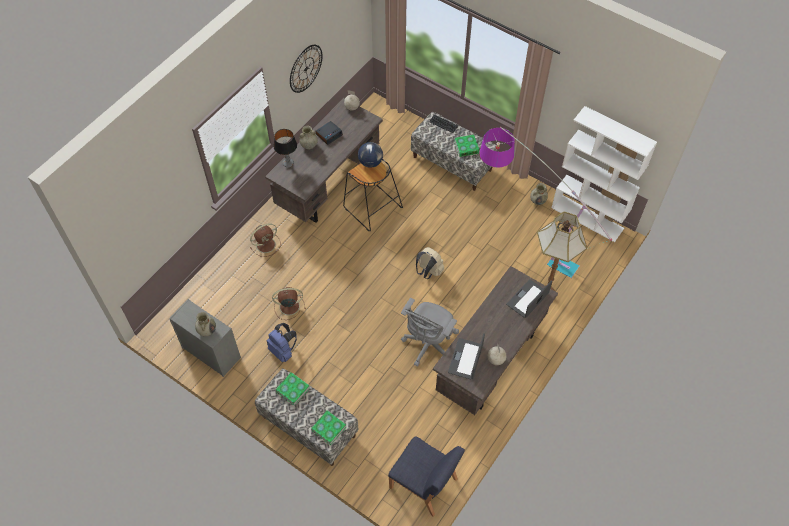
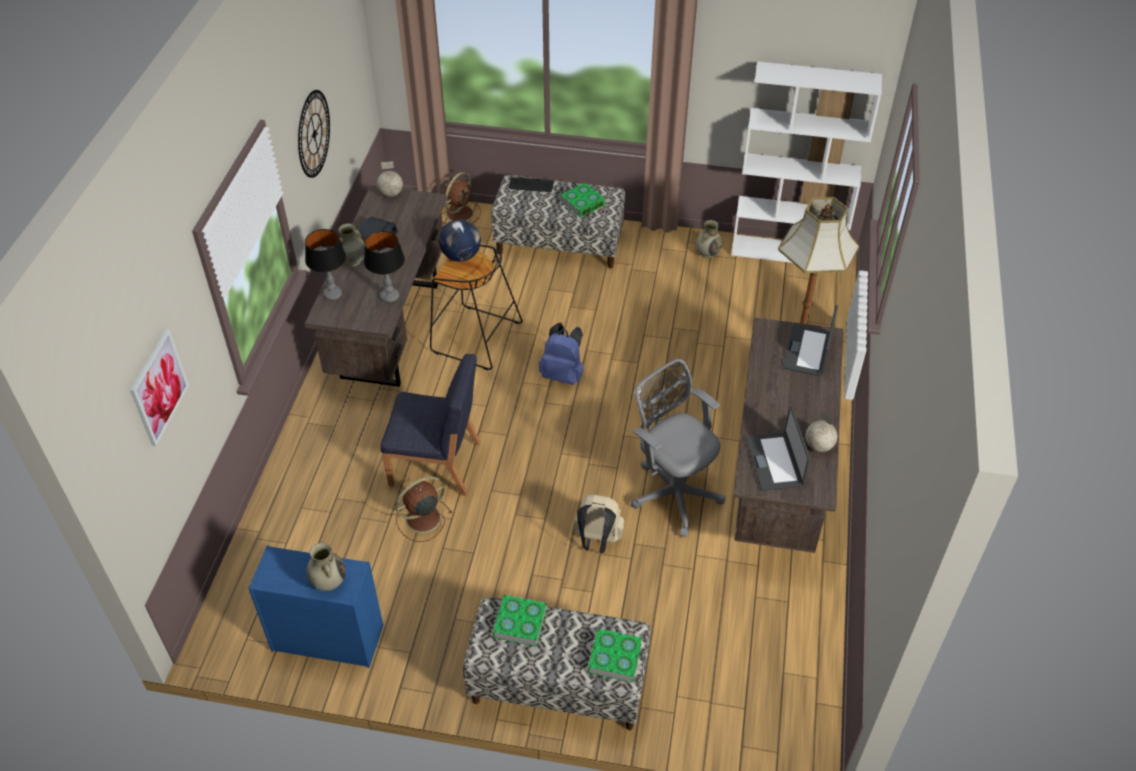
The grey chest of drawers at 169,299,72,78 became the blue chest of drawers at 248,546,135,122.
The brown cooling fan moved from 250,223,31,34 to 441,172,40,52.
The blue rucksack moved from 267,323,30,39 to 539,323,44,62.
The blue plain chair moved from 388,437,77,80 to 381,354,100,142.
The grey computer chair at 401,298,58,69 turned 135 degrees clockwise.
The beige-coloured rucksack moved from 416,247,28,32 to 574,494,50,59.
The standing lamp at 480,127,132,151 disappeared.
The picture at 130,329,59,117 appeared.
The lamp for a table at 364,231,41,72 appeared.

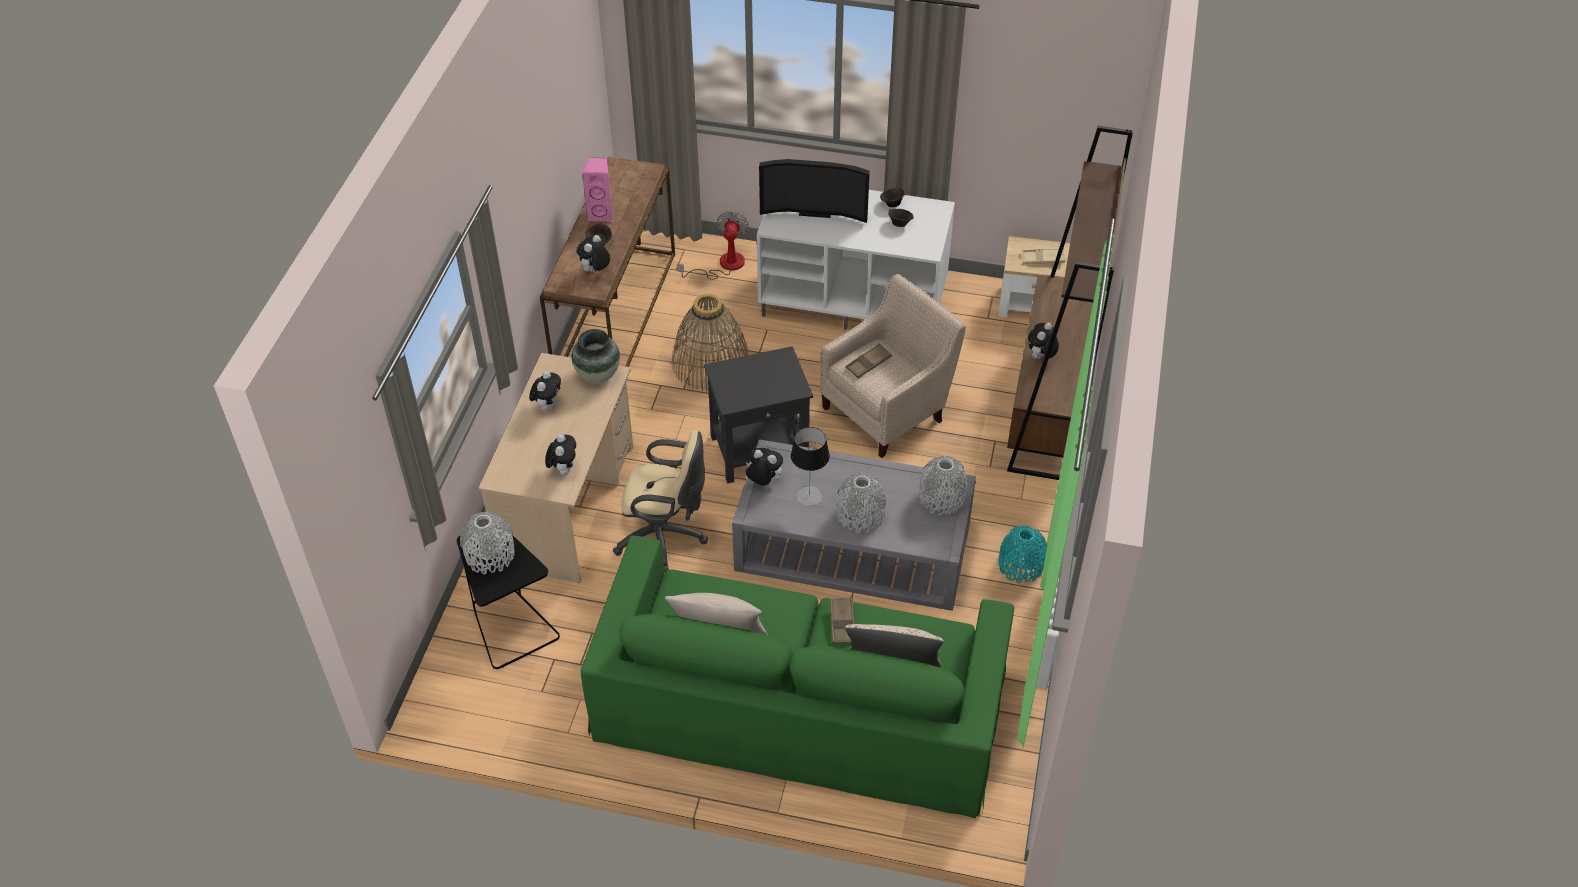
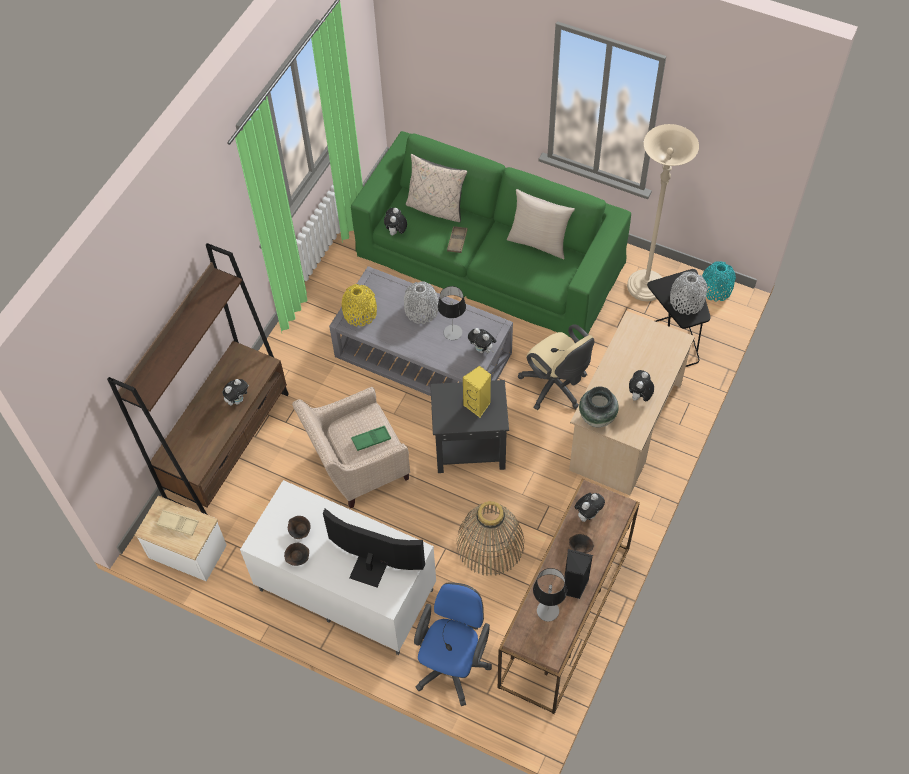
The soft toy moved from 545,434,31,41 to 384,208,23,29.
The pink loudspeaker at 582,157,31,65 became the black-coloured loudspeaker at 564,549,29,50.
The beige-coloured computer chair at 613,430,95,143 turned 150 degrees counterclockwise.
The cooling fan at 677,211,72,69 was replaced by the blue computer chair at 414,582,78,124.
The brown serving tray at 846,344,46,34 became the greenish serving tray at 351,426,40,25.
The grey decorative vase at 919,456,49,59 became the yellow decorative vase at 342,284,35,42.
The turquoise decorative vase moved from 999,526,48,57 to 702,261,34,41.
The yellow loudspeaker at 463,366,28,52 appeared.
The lamp for a table at 533,568,34,53 appeared.
The beige-coloured standing lamp at 627,124,72,177 appeared.

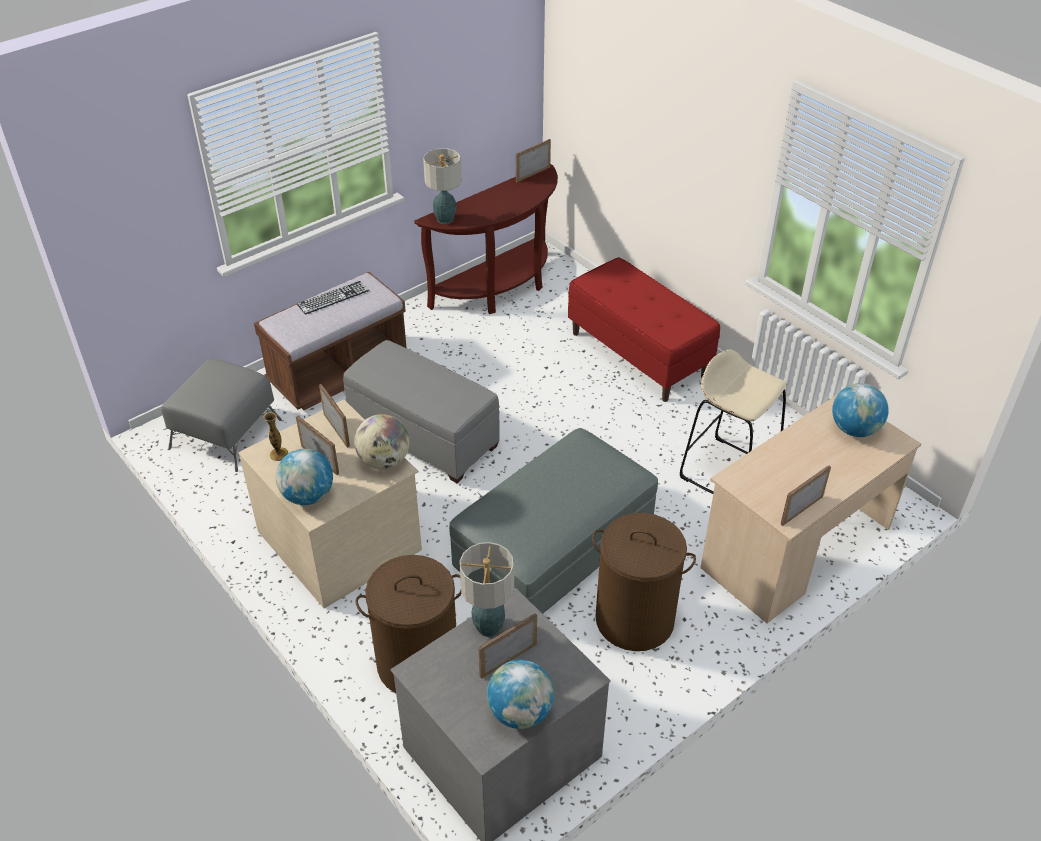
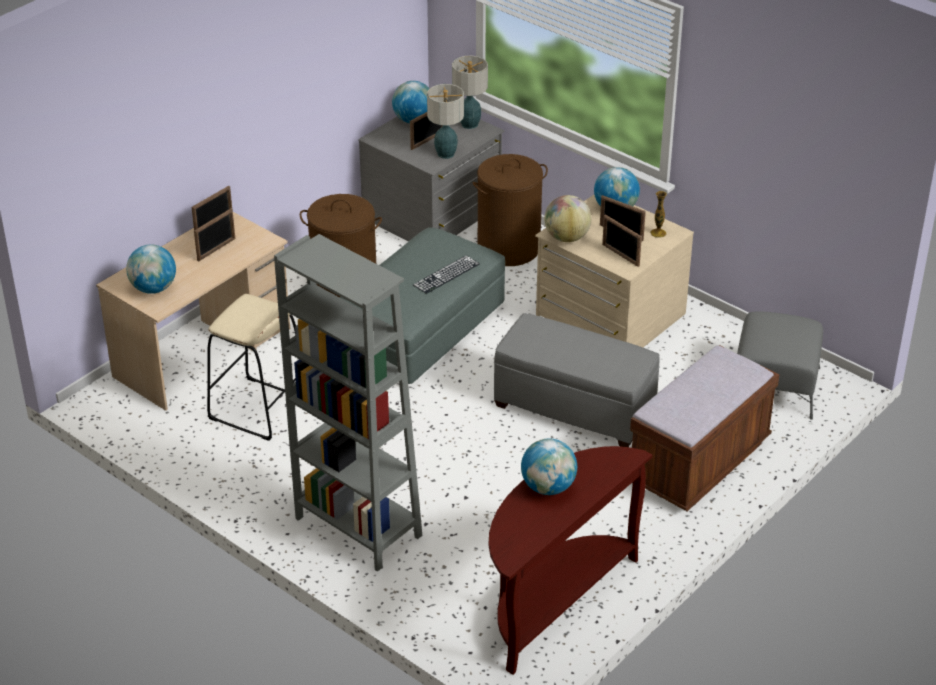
The keyboard moved from 297,281,72,34 to 413,255,67,39.
The lamp for a table moved from 423,148,39,76 to 452,55,36,74.
The photo frame moved from 516,139,35,43 to 194,208,41,53.
The red-coloured long seat at 568,257,152,145 was replaced by the grey bookshelf at 274,234,148,338.
The globe at 521,438,56,57 appeared.

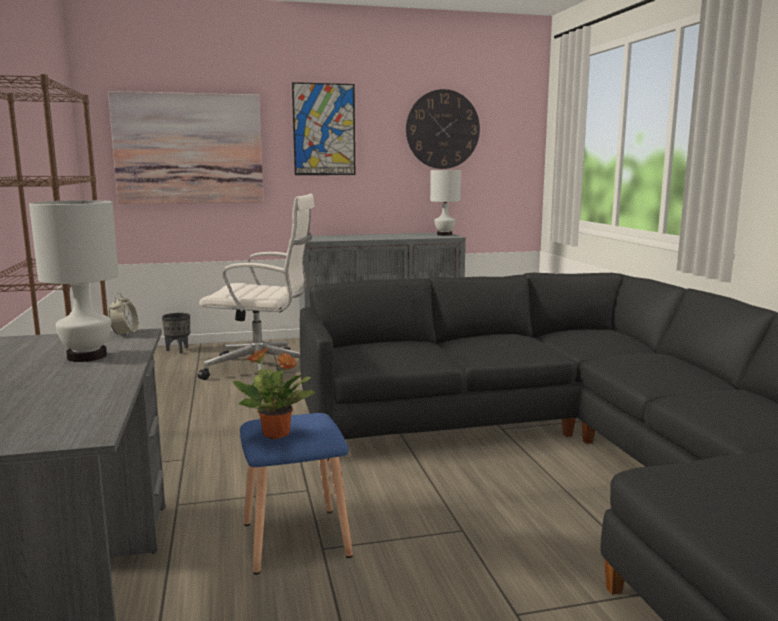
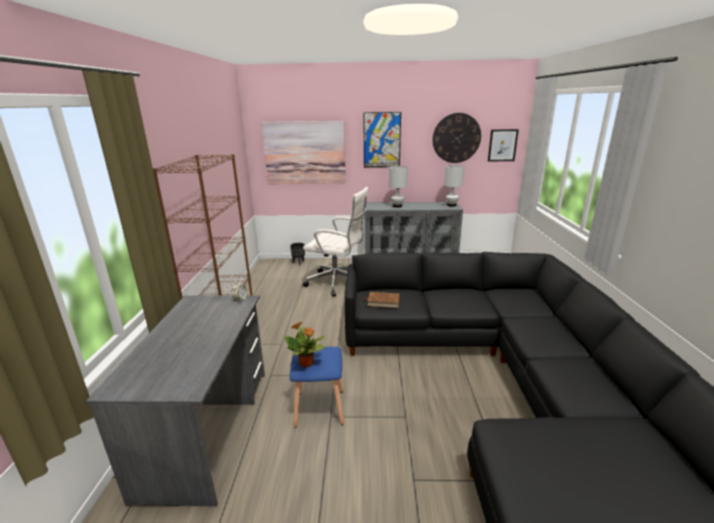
The white-coloured lamp for a table moved from 29,200,90,162 to 389,166,19,42.
The brown bound book at 364,292,36,16 appeared.
The picture at 488,129,31,32 appeared.

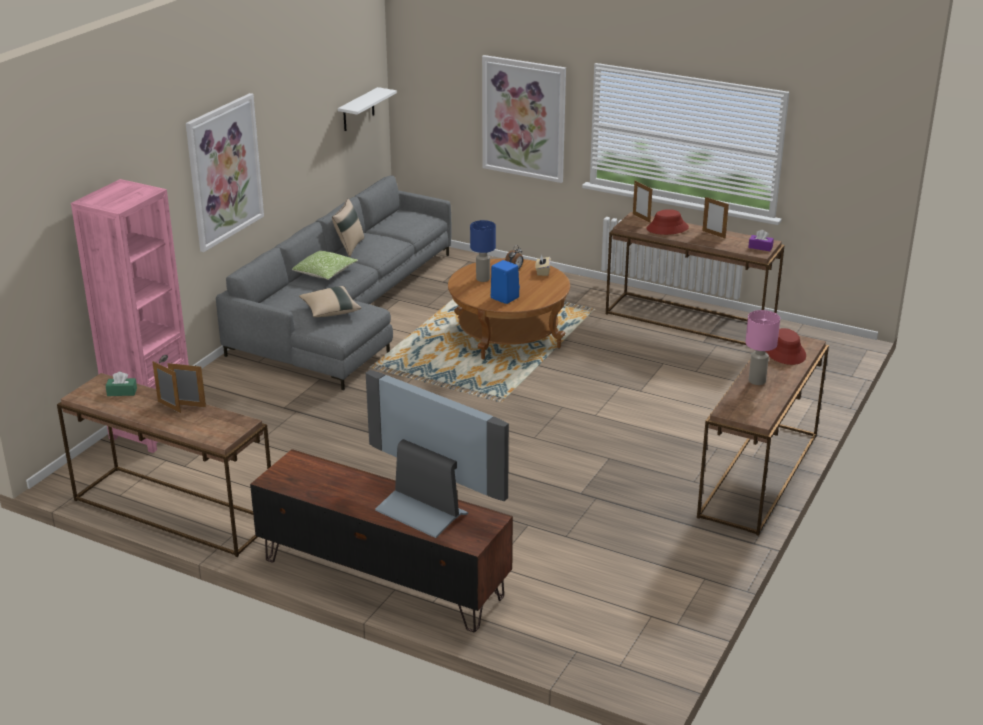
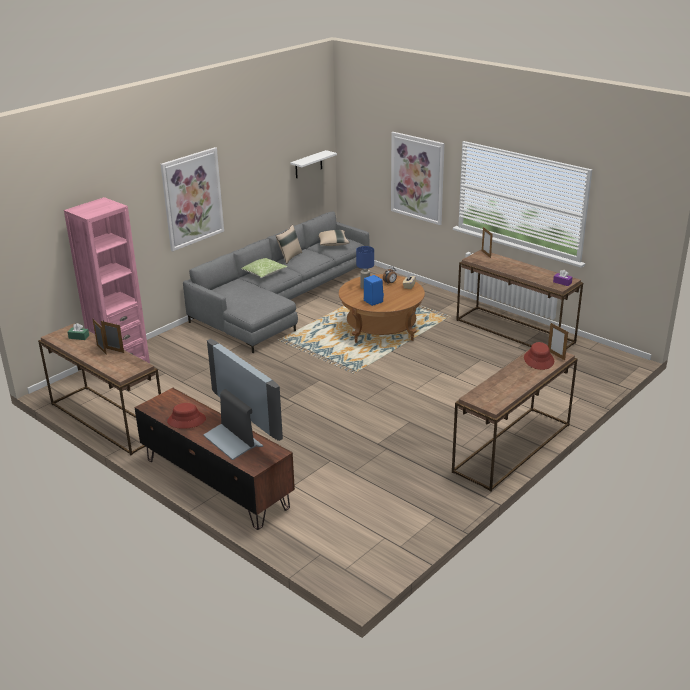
The beige-coloured cushion moved from 299,286,62,31 to 318,230,32,16.
The red-coloured hat moved from 647,209,42,26 to 167,403,39,26.
The photo frame moved from 702,197,27,42 to 548,323,20,37.
The pink lamp for a table at 745,310,35,75 disappeared.

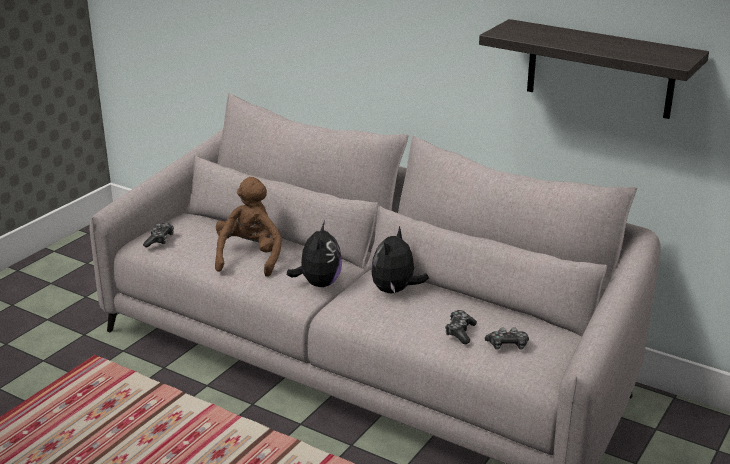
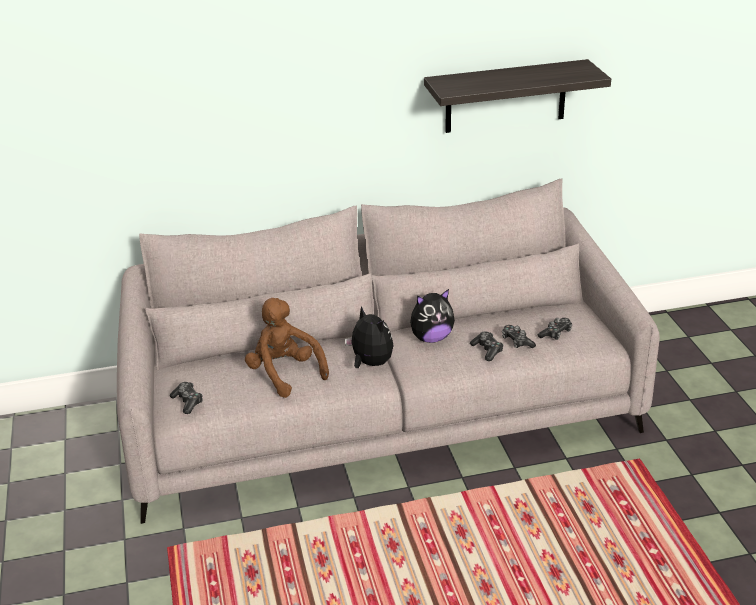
The soft toy at 371,226,58,68 turned 90 degrees counterclockwise.
The joypad at 470,331,34,30 appeared.

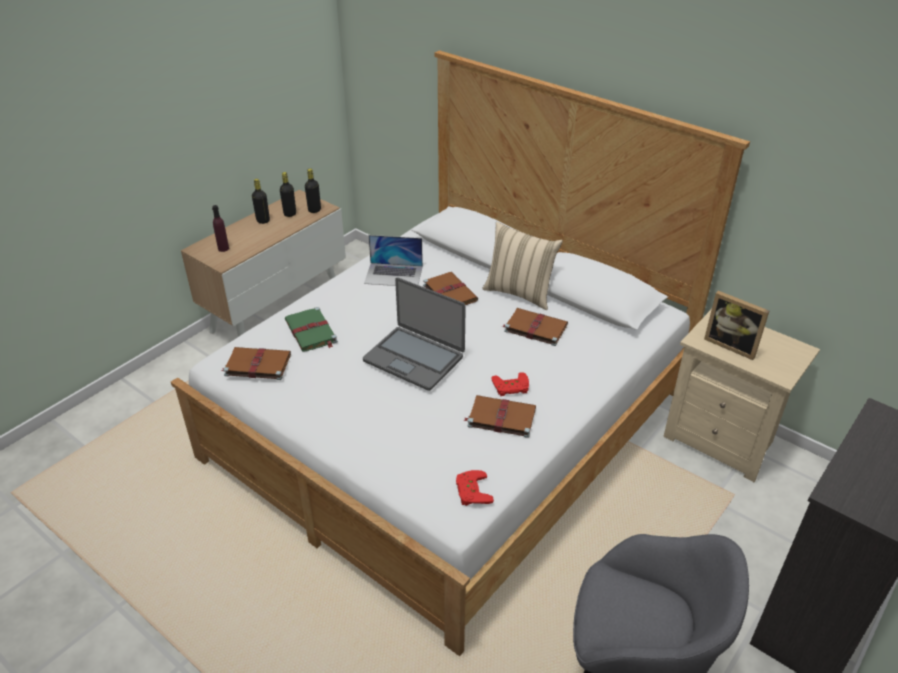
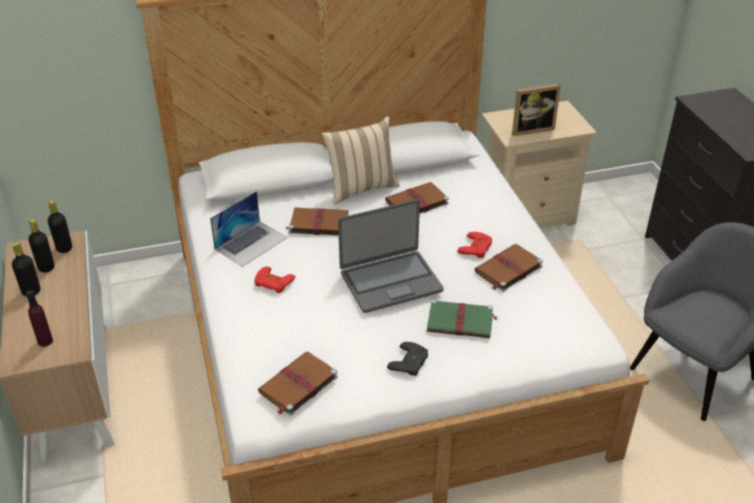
The greenish bound book moved from 285,307,53,44 to 427,299,71,39.
The red-coloured joypad moved from 456,470,38,36 to 254,267,41,26.
The black-coloured joypad at 387,342,41,34 appeared.

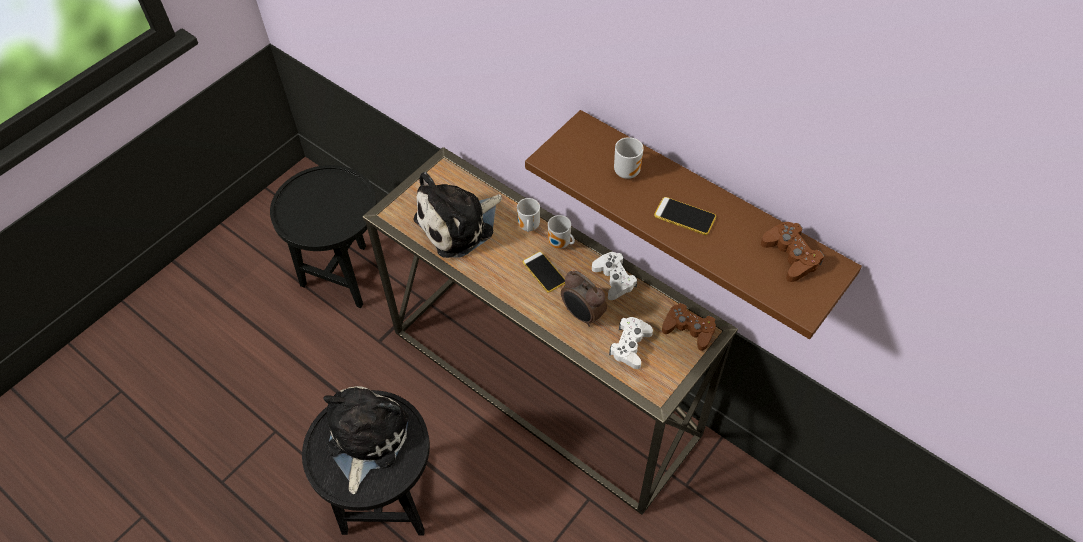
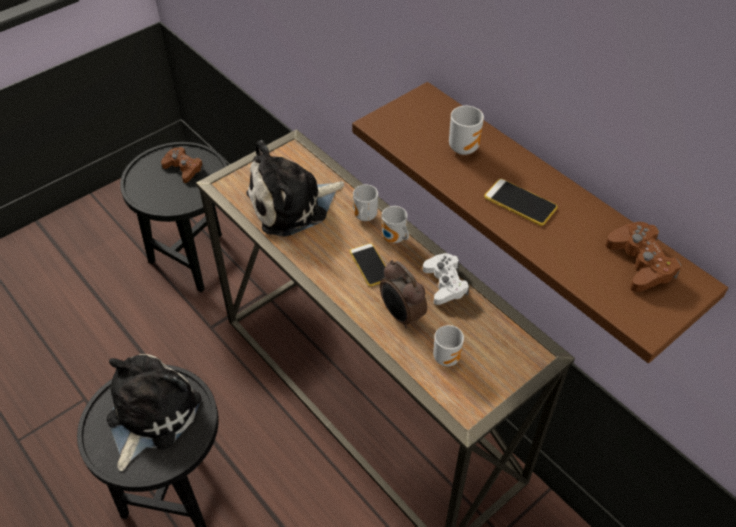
The white-coloured joypad at 609,317,44,52 was replaced by the tea mug at 433,325,31,41.
The brown joypad moved from 662,303,54,48 to 161,147,43,36.

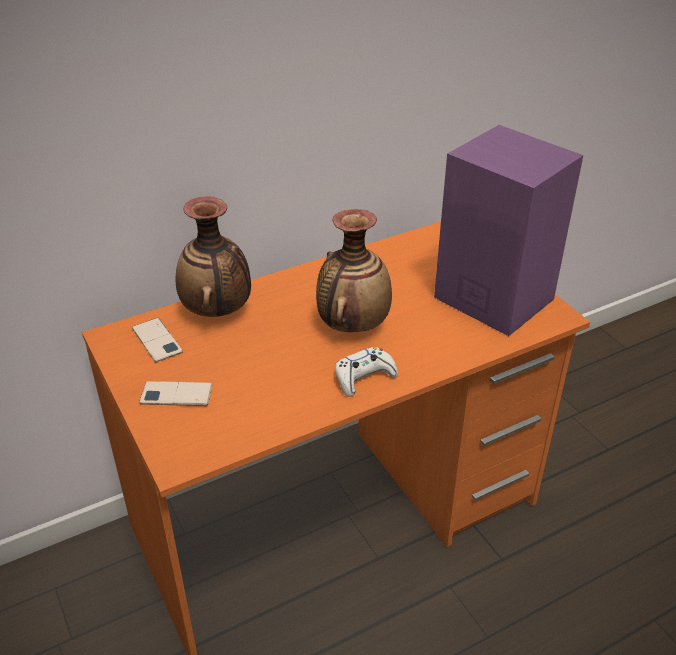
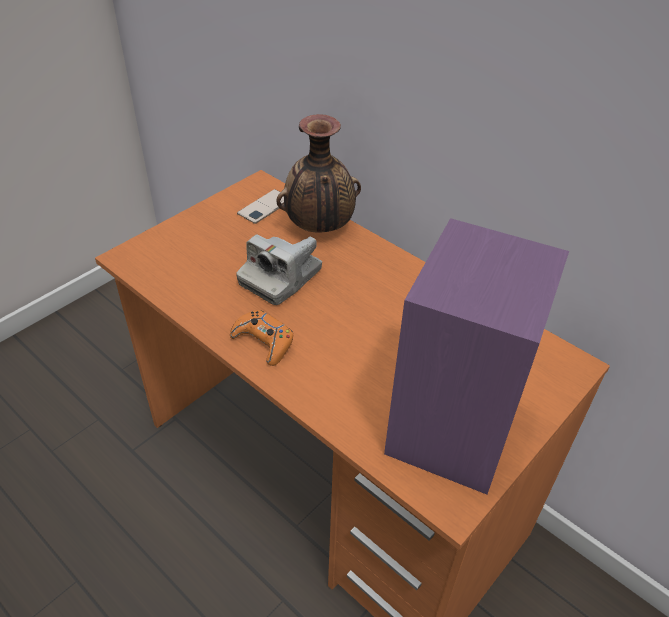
The handset at 139,381,74,25 disappeared.
The decorative vase at 316,209,76,123 disappeared.
The white-coloured joypad at 335,347,63,50 became the orangey joypad at 230,310,63,56.
The photo camera at 236,235,86,70 appeared.

